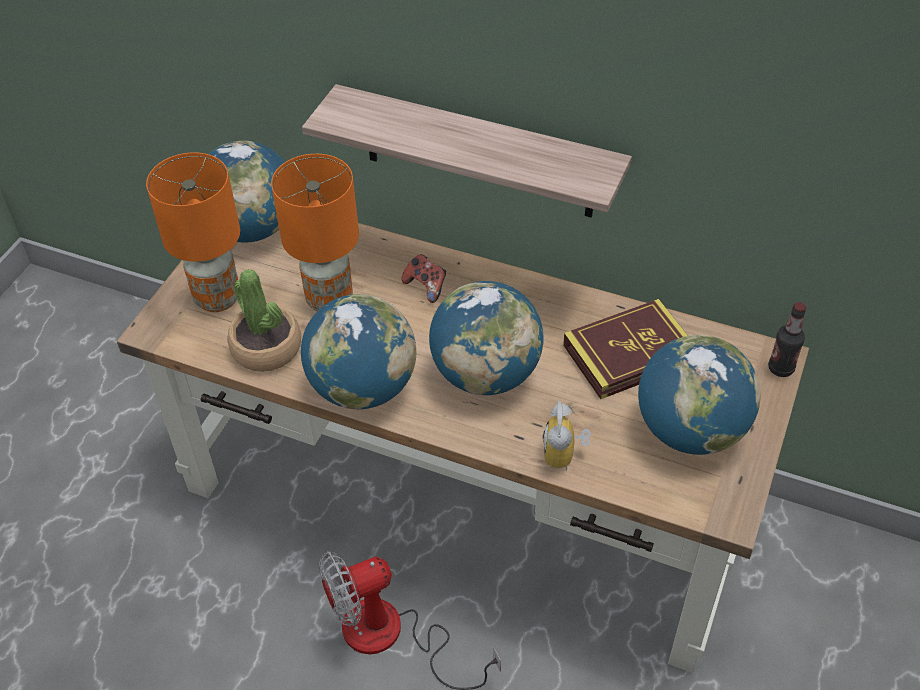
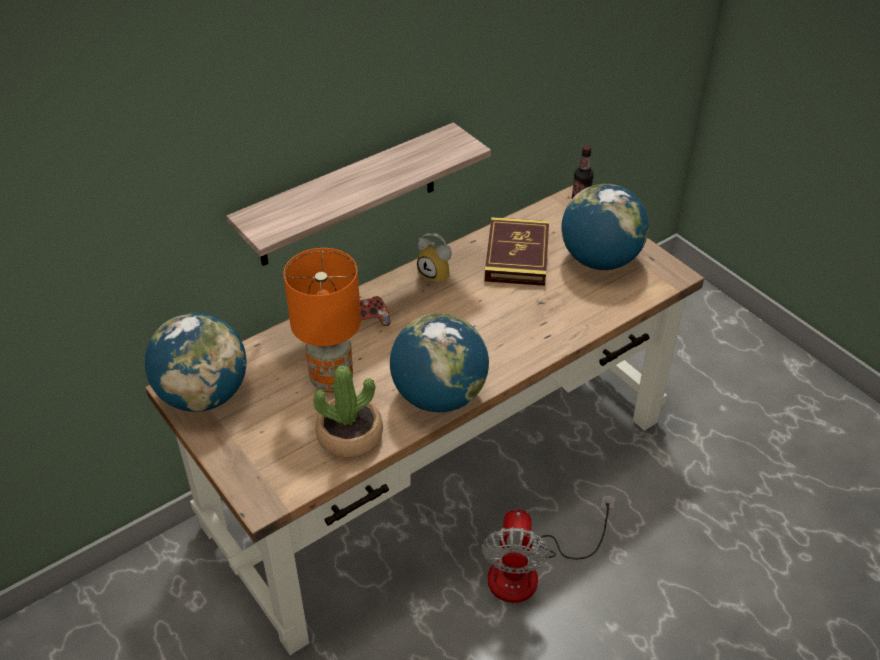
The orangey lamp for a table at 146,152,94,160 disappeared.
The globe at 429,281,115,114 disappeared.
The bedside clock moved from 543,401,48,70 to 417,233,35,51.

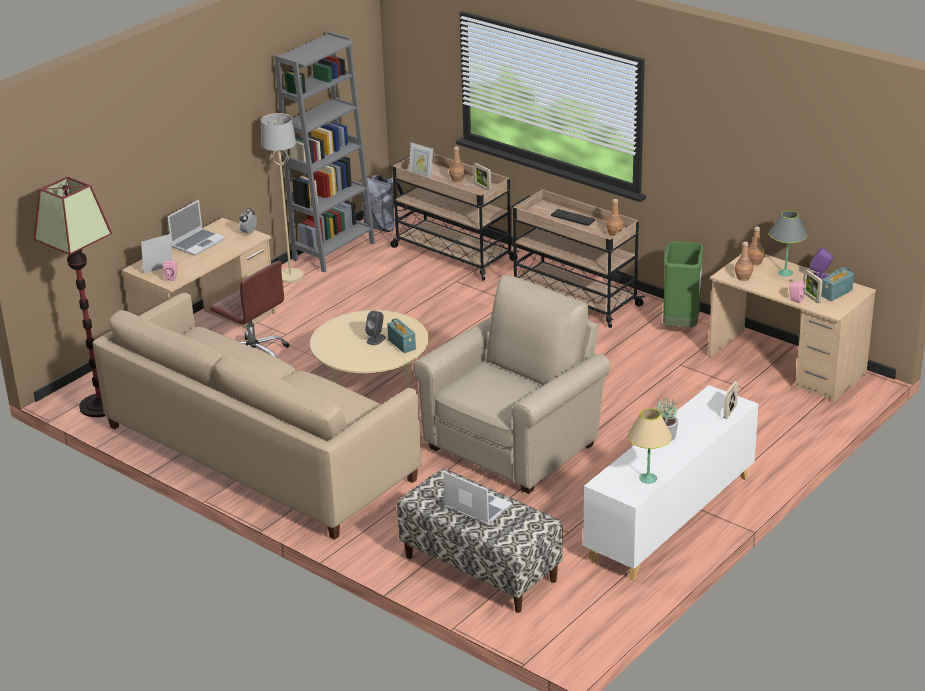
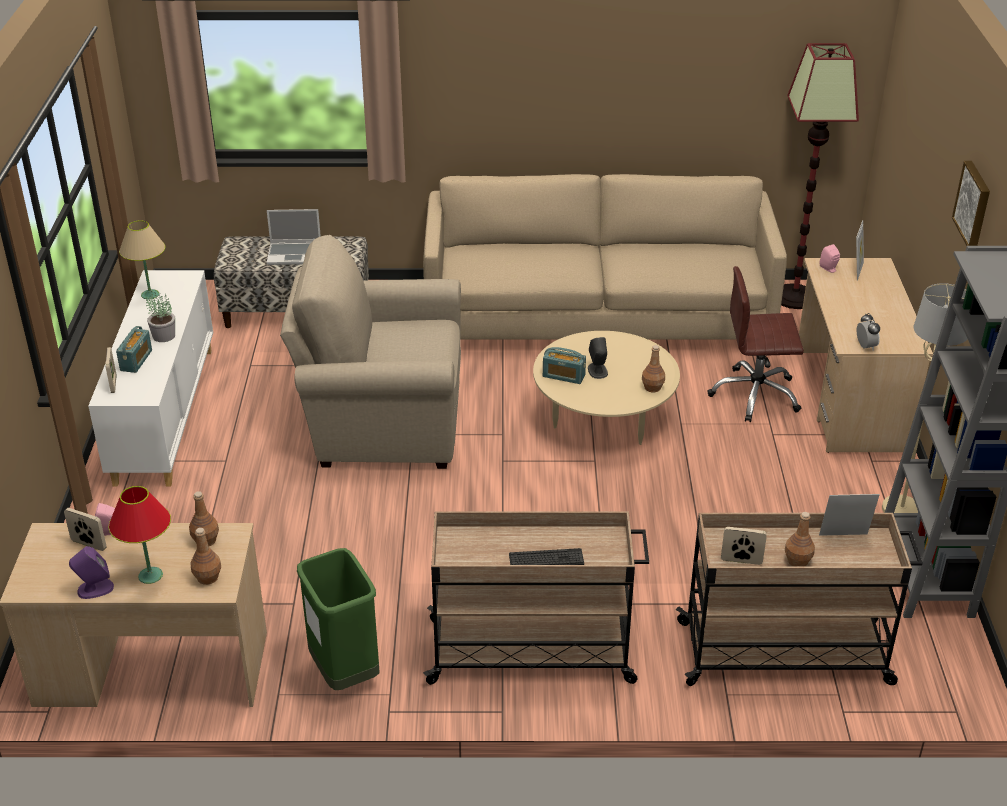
The notebook computer at 167,200,58,56 disappeared.
The grey rucksack at 361,175,46,57 disappeared.
The beige-coloured lounge chair at 413,275,197,219 turned 90 degrees clockwise.
The brown beverage bottle moved from 606,199,18,37 to 642,345,23,47.
The grey lamp for a table at 769,211,38,66 became the red-coloured lamp for a table at 109,486,62,98.
The radio receiver moved from 821,267,33,34 to 116,326,36,47.
The picture at 952,161,38,85 appeared.

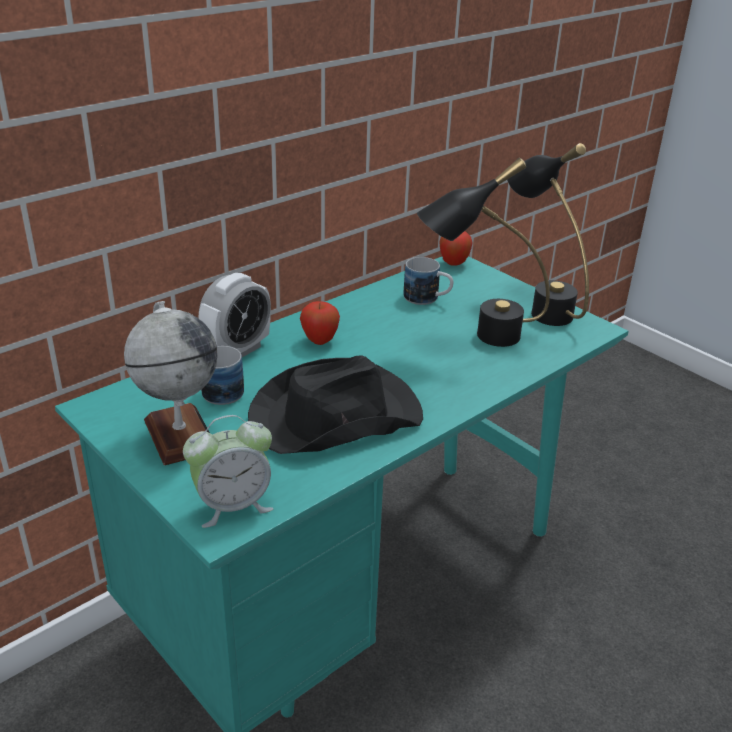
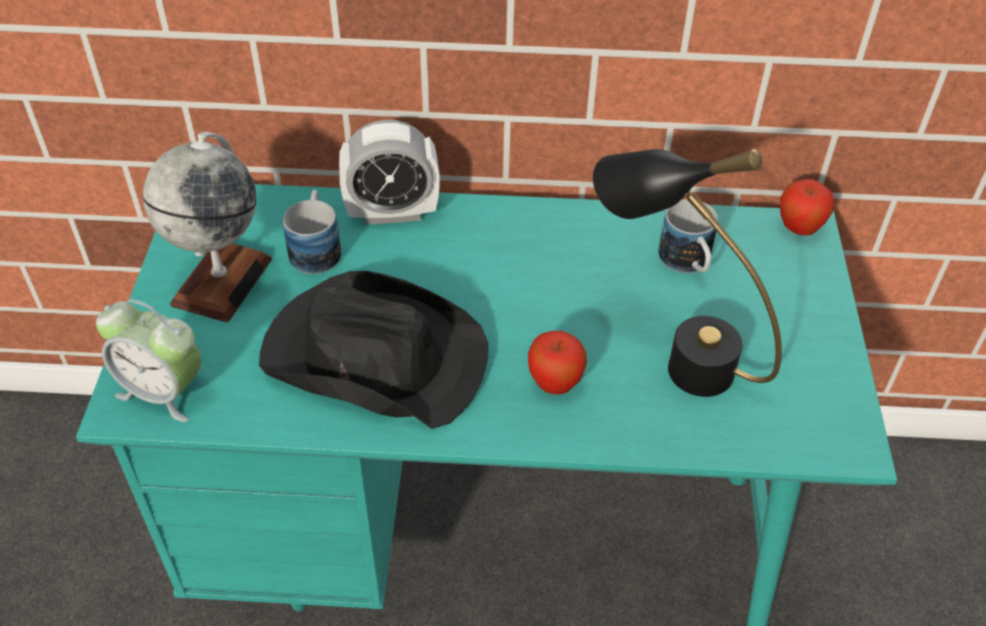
The apple moved from 300,301,40,44 to 528,331,59,63.
The black-coloured lamp for a table at 507,143,82,183 disappeared.

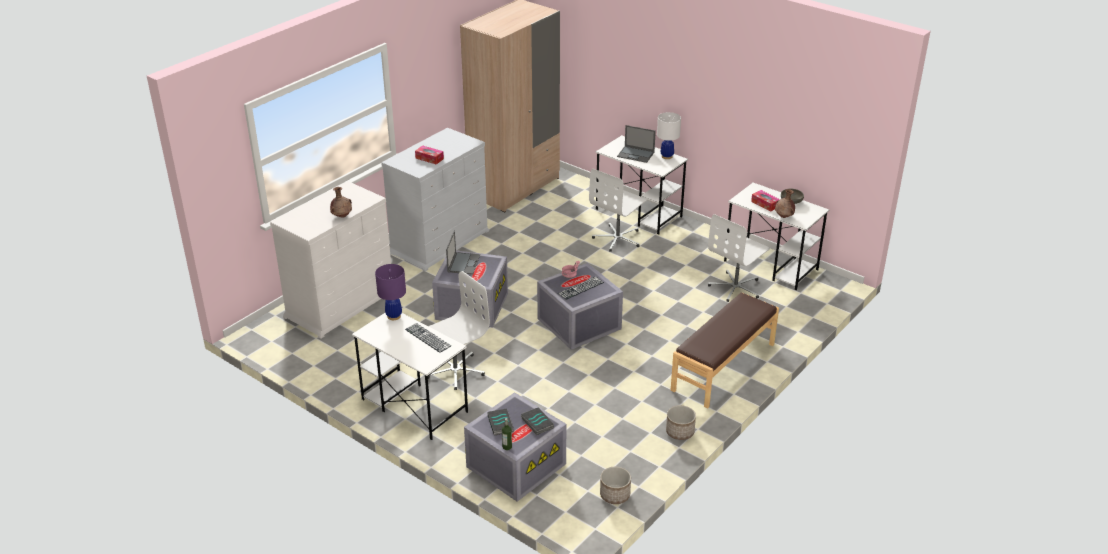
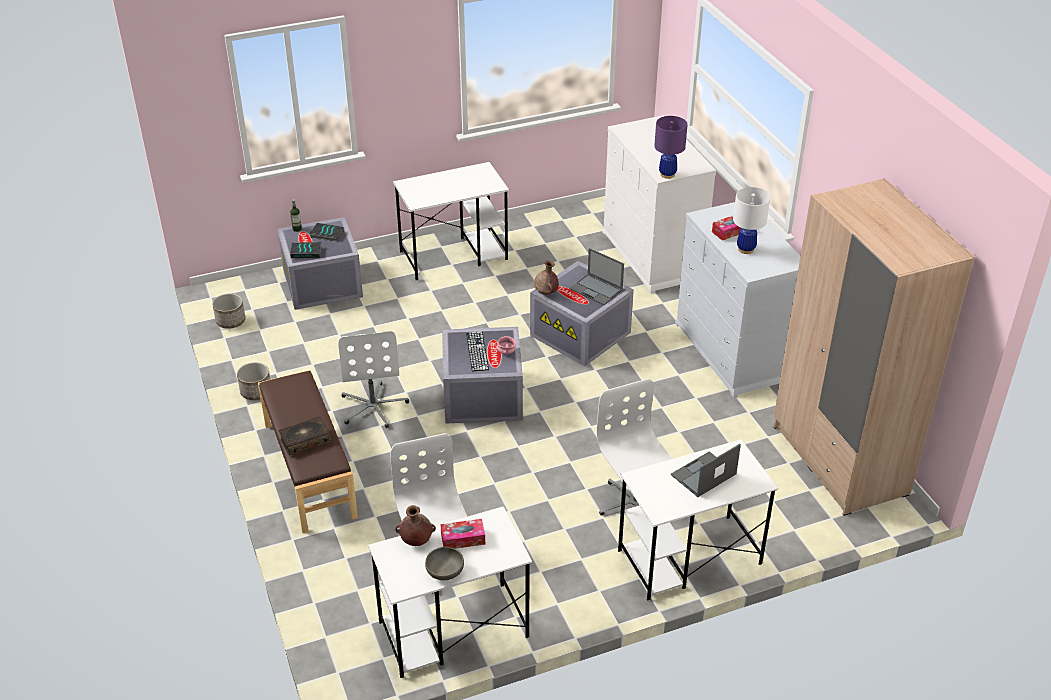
The brown decorative vase moved from 330,187,22,30 to 534,261,25,34.
The purplish lamp for a table moved from 375,264,31,56 to 654,116,34,63.
The keyboard at 405,323,46,30 disappeared.
The white-coloured computer chair moved from 428,271,62,119 to 338,331,71,97.
The white-coloured lamp for a table moved from 657,112,24,47 to 733,187,37,67.
The bound book at 279,416,52,40 appeared.

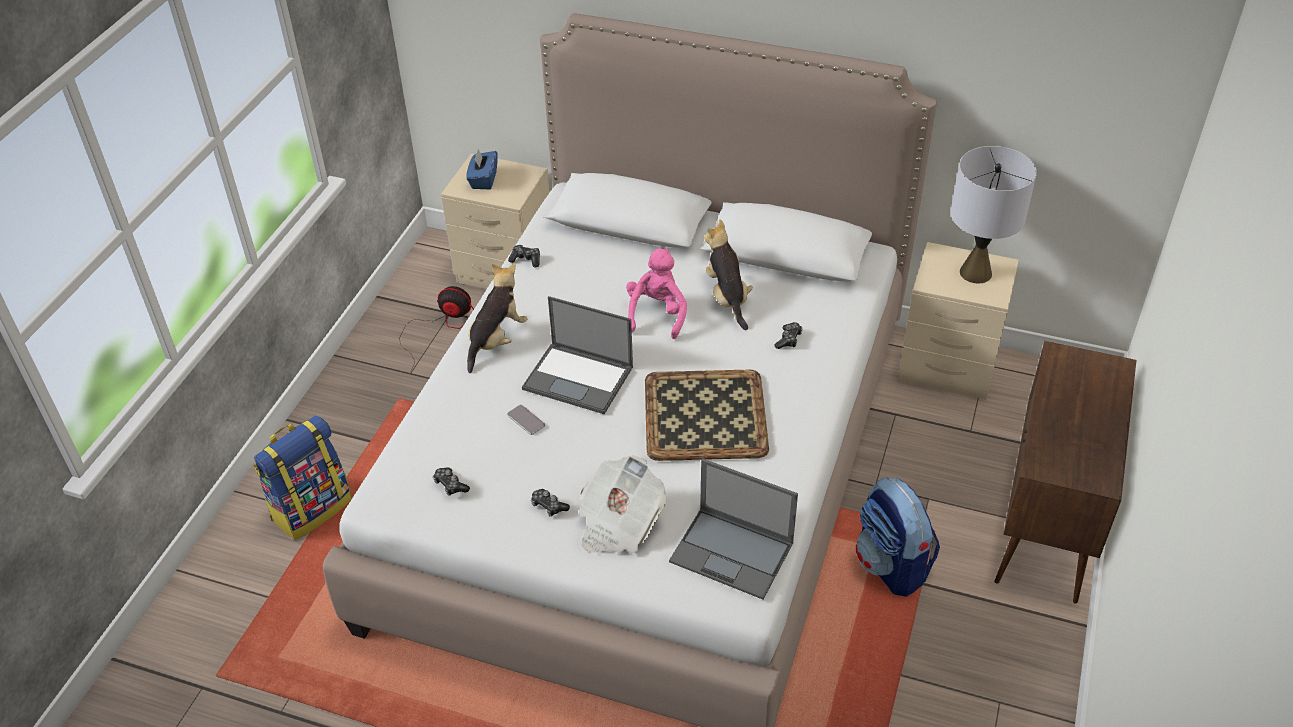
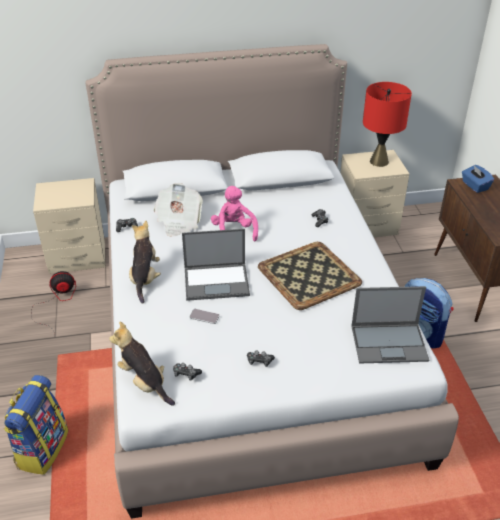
The blue tissue box moved from 466,149,31,41 to 462,165,32,28.
The daily paper moved from 579,455,87,99 to 154,183,49,54.
The soft toy moved from 704,219,49,111 to 109,321,66,85.
The grey lamp for a table at 951,146,86,137 became the red-coloured lamp for a table at 363,82,49,85.

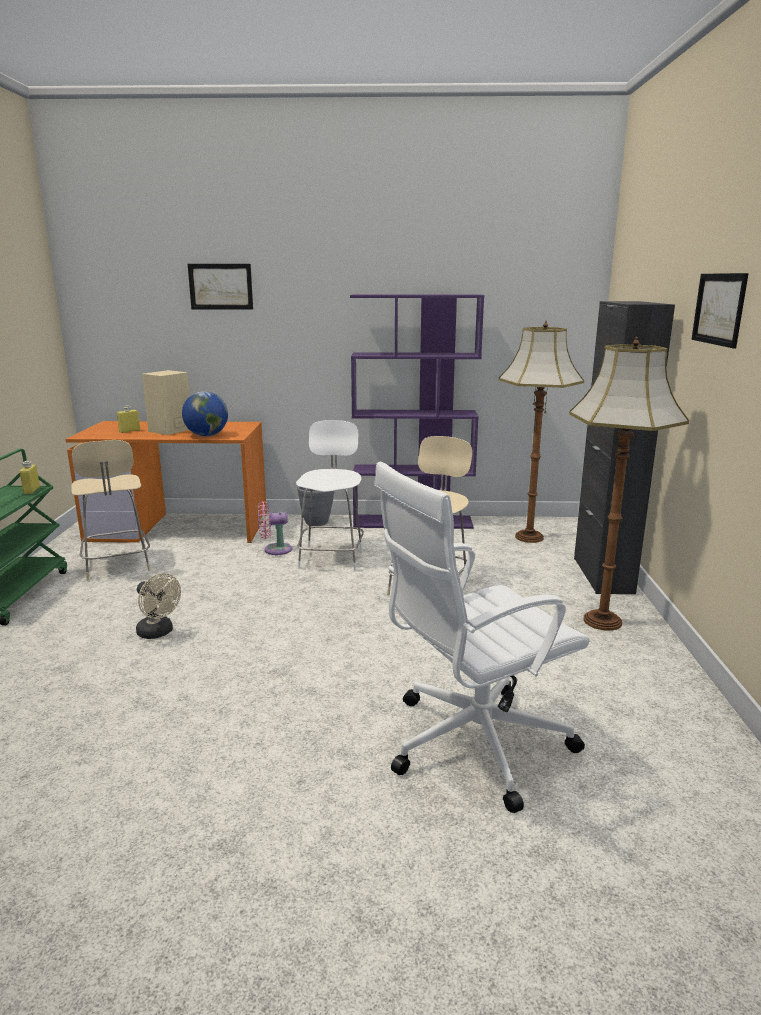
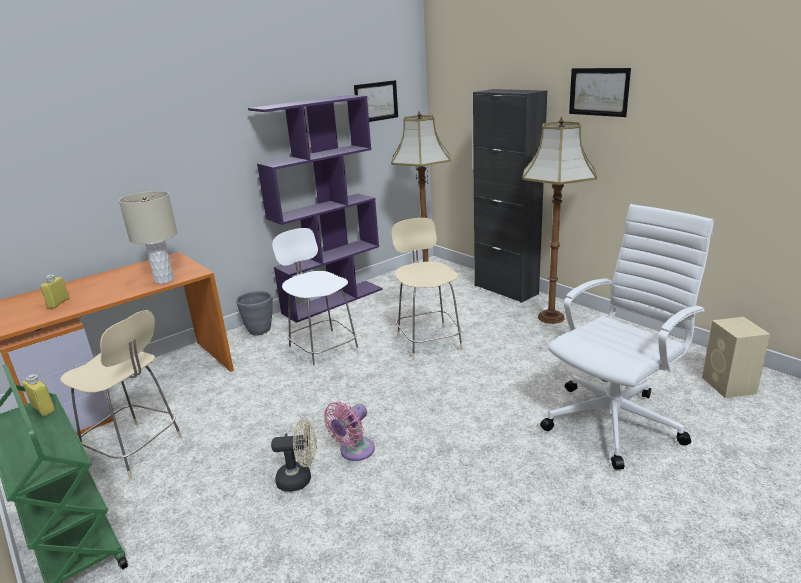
The beige-coloured loudspeaker moved from 142,370,48,65 to 702,317,68,81.
The globe at 182,391,46,45 was replaced by the beige-coloured lamp for a table at 119,191,59,93.
The picture moved from 188,264,65,46 to 354,80,44,42.
The pink cooling fan moved from 258,501,34,54 to 324,402,51,59.
The white-coloured computer chair at 374,462,215,351 turned 150 degrees counterclockwise.

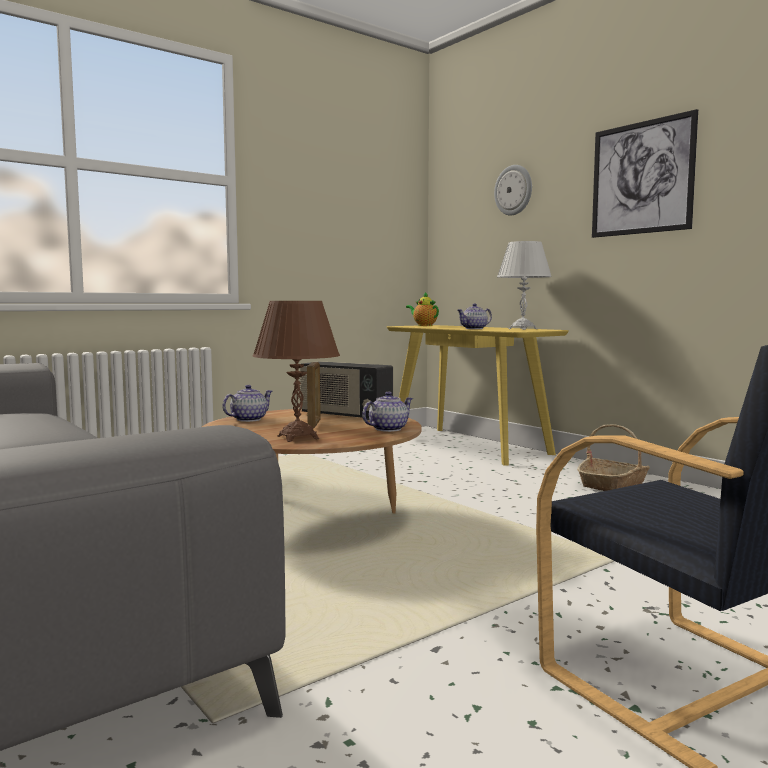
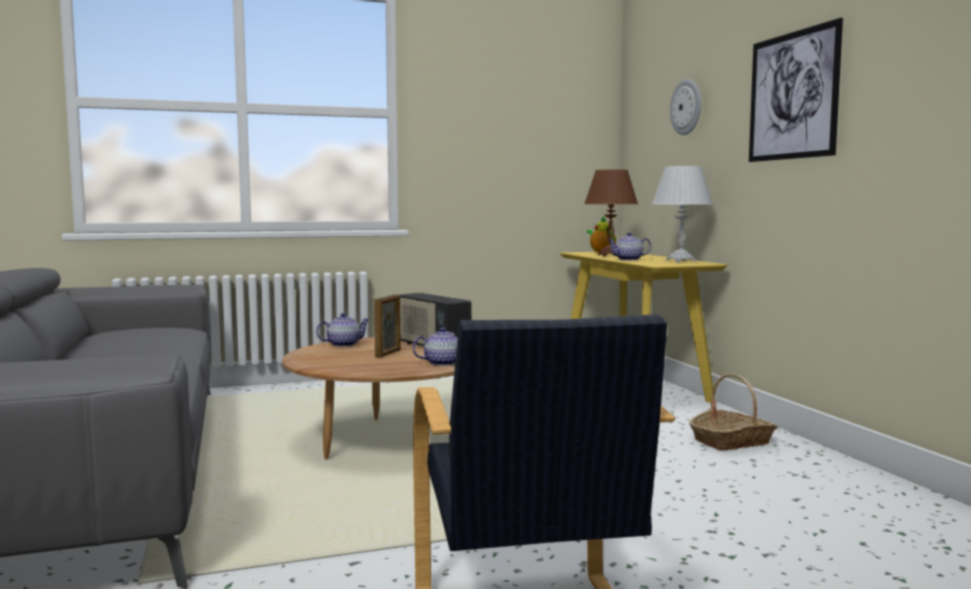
The brown lamp for a table moved from 253,301,87,141 to 584,170,54,87.

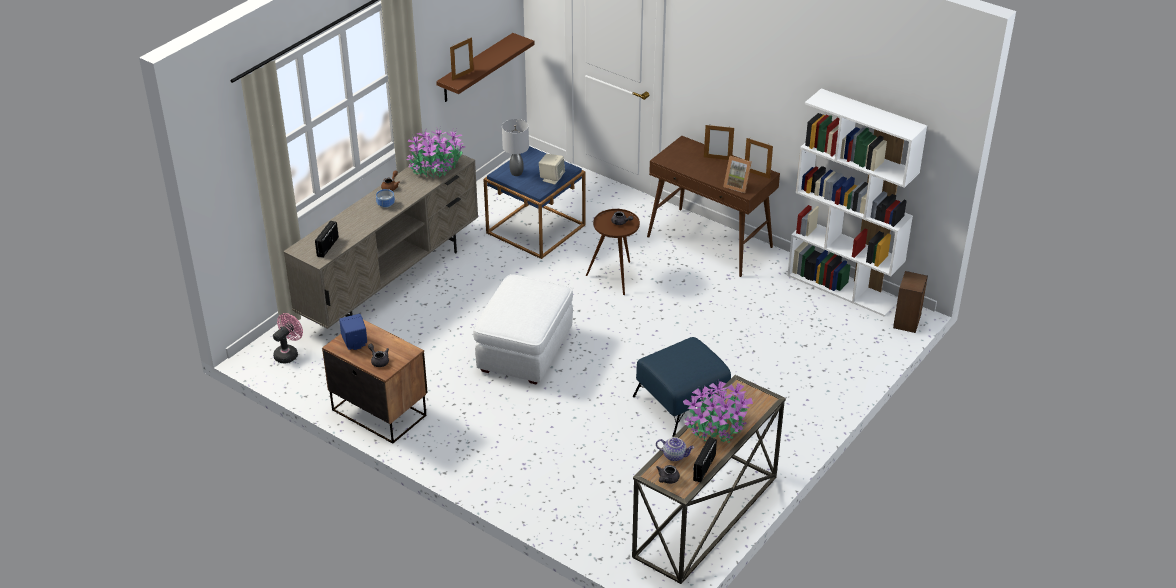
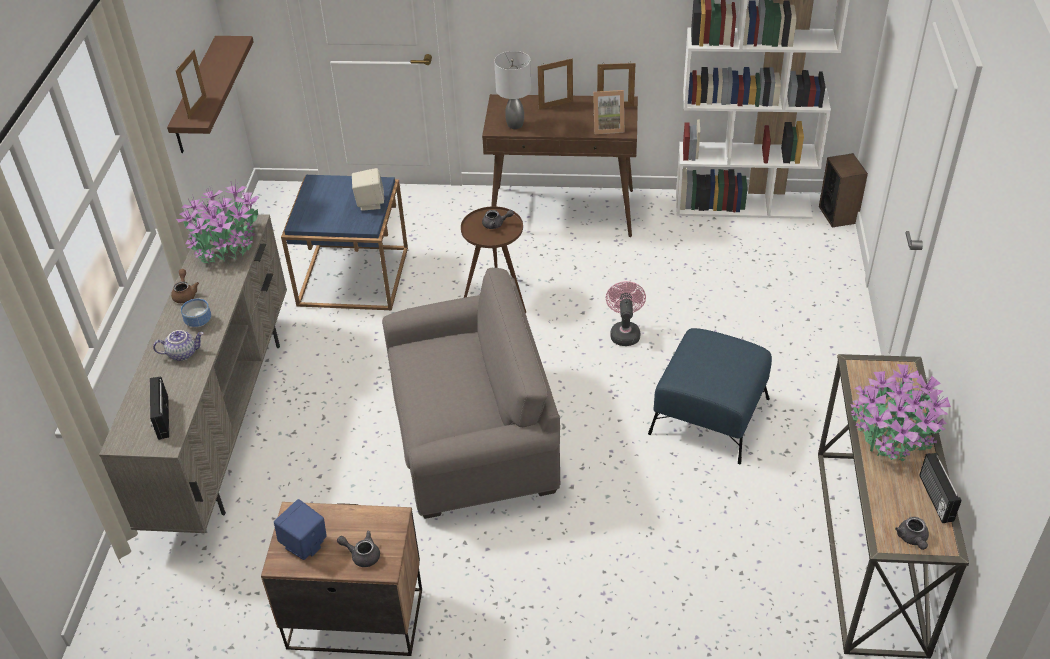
The pink cooling fan moved from 273,313,30,50 to 606,281,40,65.
The white-coloured pouffe at 473,274,100,111 was replaced by the grey lounge chair at 382,268,178,251.
The grey lamp for a table moved from 502,119,27,57 to 494,51,37,78.
The pot for tea moved from 656,437,38,24 to 153,330,51,31.

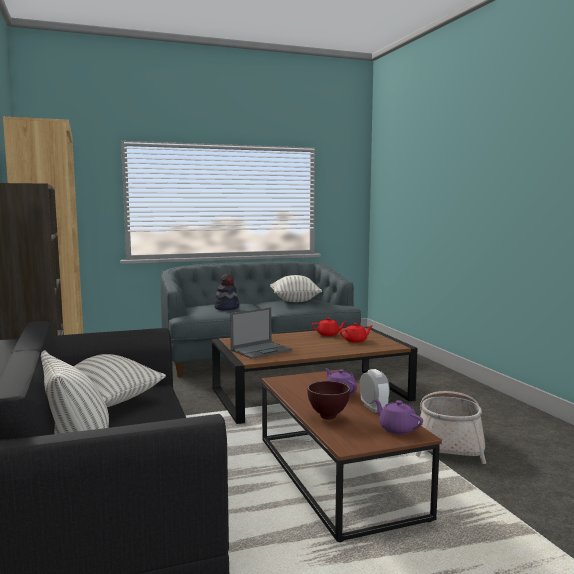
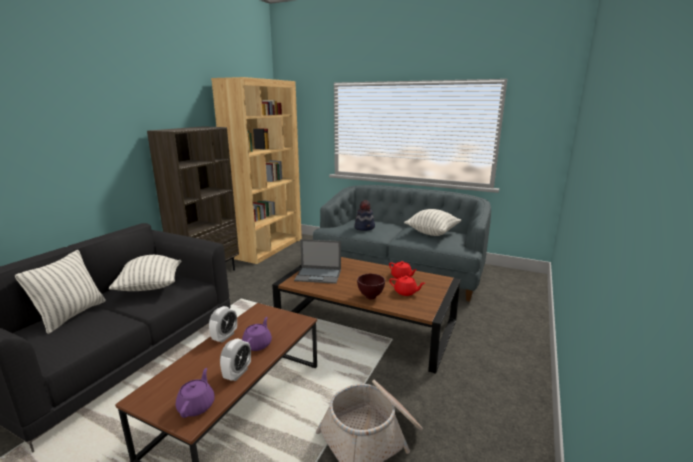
The brown serving bowl moved from 307,381,43,39 to 357,274,28,26.
The bedside clock at 209,306,28,37 appeared.

